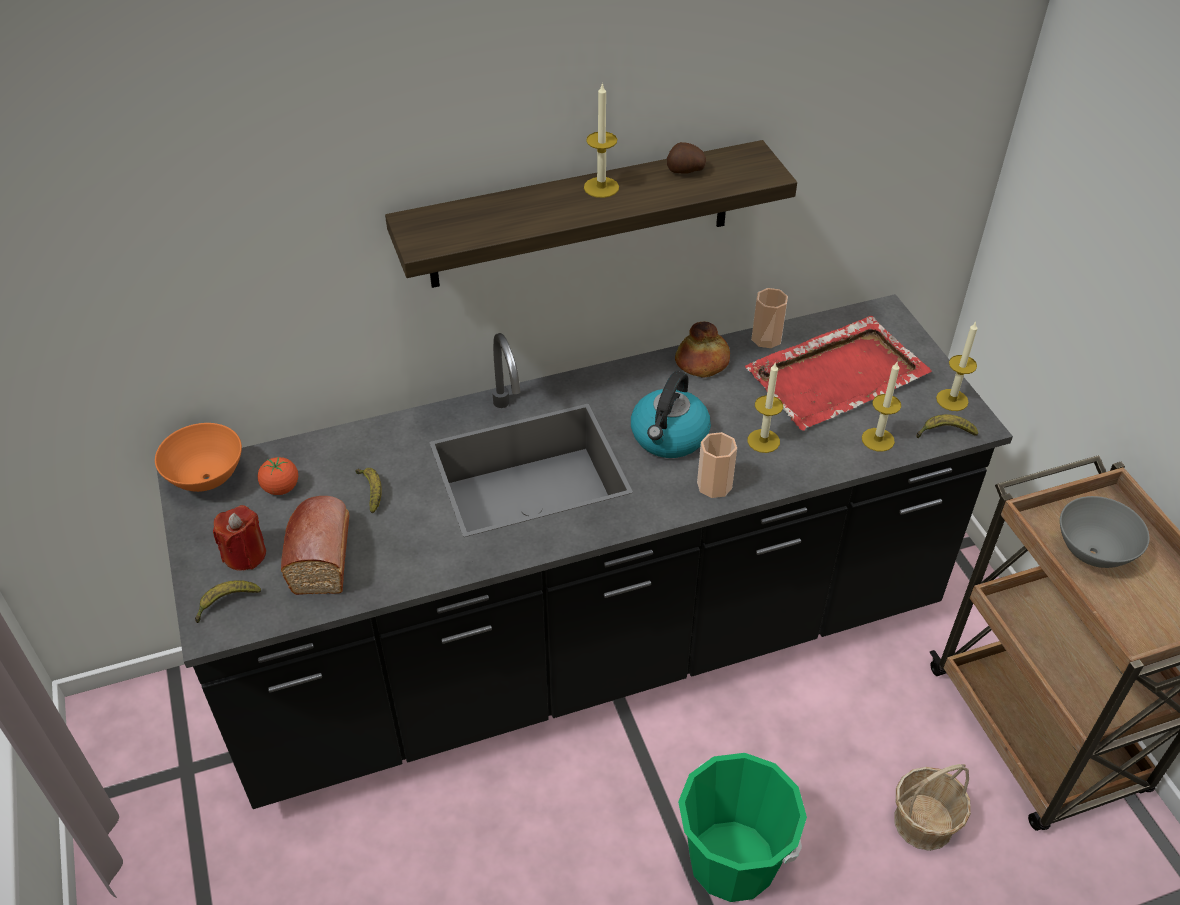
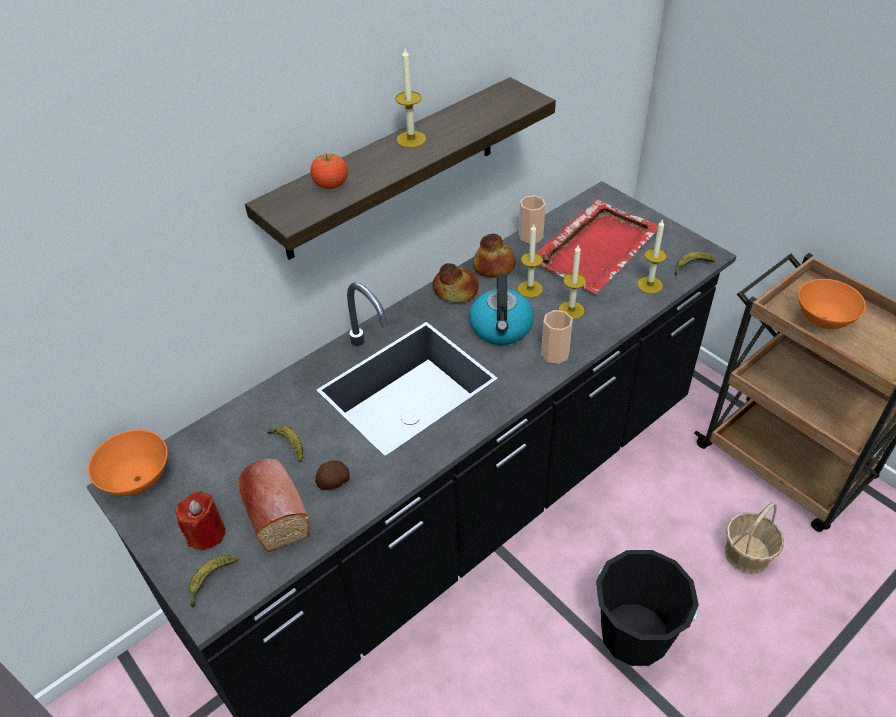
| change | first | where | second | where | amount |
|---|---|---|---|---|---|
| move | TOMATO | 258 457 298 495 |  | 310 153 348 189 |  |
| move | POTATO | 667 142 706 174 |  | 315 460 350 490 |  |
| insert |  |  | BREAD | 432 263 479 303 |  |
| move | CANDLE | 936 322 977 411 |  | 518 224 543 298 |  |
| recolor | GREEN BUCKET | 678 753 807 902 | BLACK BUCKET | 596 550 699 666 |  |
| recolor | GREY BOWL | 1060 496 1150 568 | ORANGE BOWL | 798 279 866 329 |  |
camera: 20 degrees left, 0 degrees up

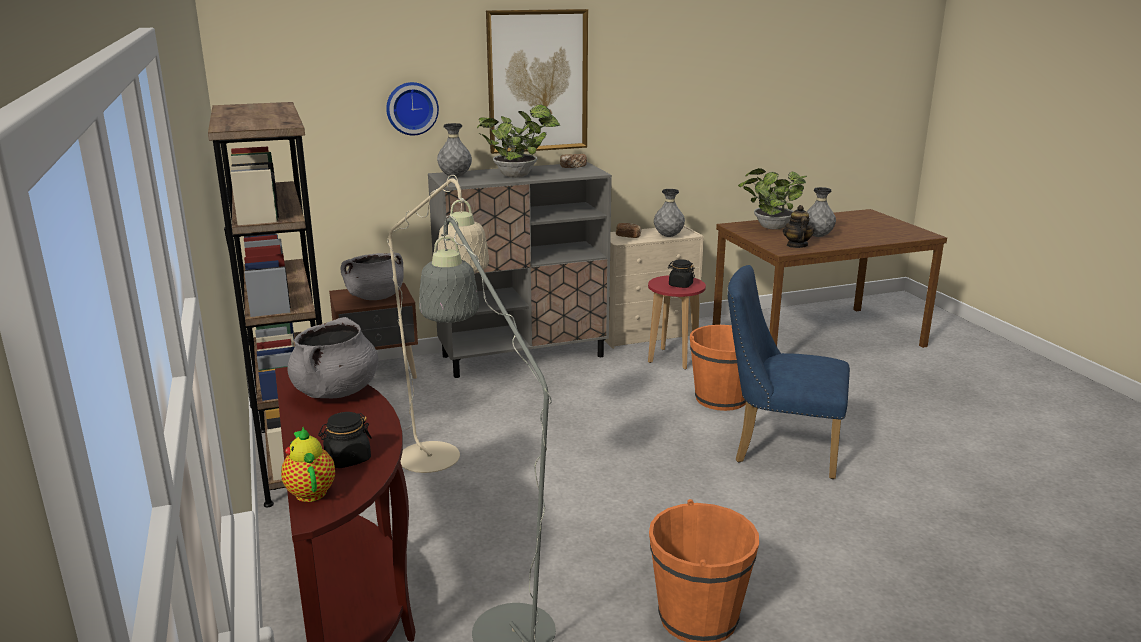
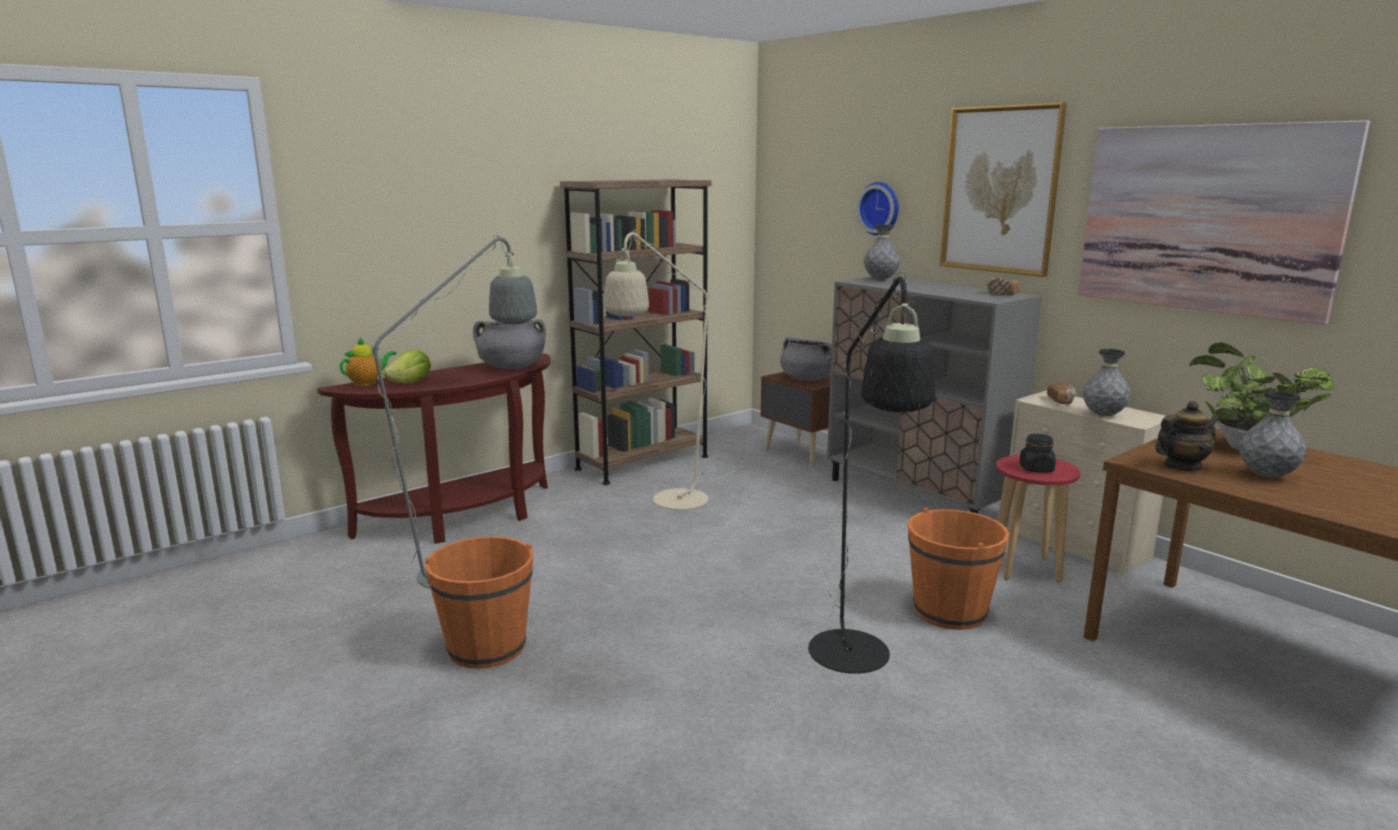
| change | first | where | second | where | amount |
|---|---|---|---|---|---|
| replace | BLACK JAR | 318 412 372 468 | LETTUCE | 383 350 431 383 |  |
| replace | BLUE CHAIR | 727 265 850 479 | BLACK FLOOR LAMP | 808 272 935 674 |  |
| insert |  |  | PICTURE | 1078 120 1370 325 |  |
| delete | POTTED PLANT | 477 105 560 177 |  |  |  |
camera: 70 degrees right, 5 degrees down

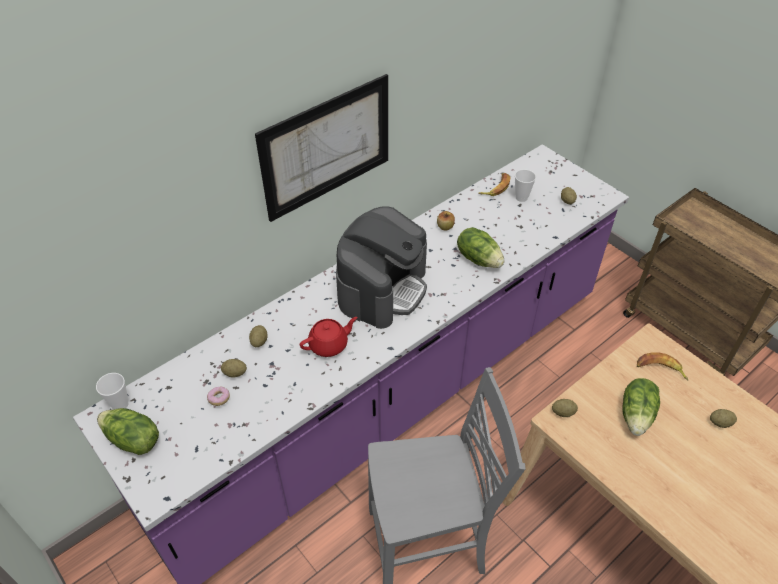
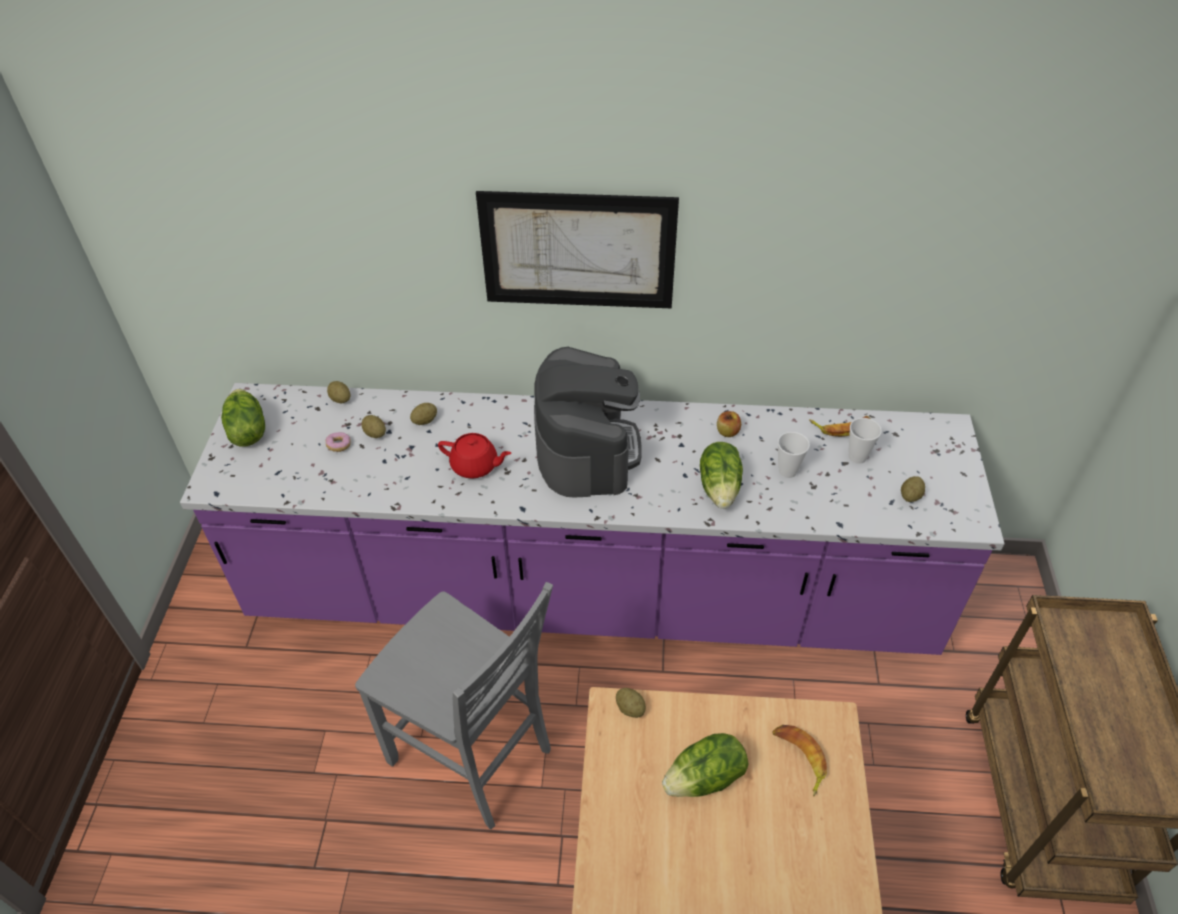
| change | first | where | second | where | amount |
|---|---|---|---|---|---|
| move | POTATO | 710 409 737 428 |  | 327 381 350 404 |  |
| rotate | COFFEE MACHINE | 336 206 427 329 |  | 534 347 642 498 | 75 degrees counterclockwise |
| move | CUP | 96 373 128 409 |  | 778 432 810 478 |  |
camera: 45 degrees right, 0 degrees up

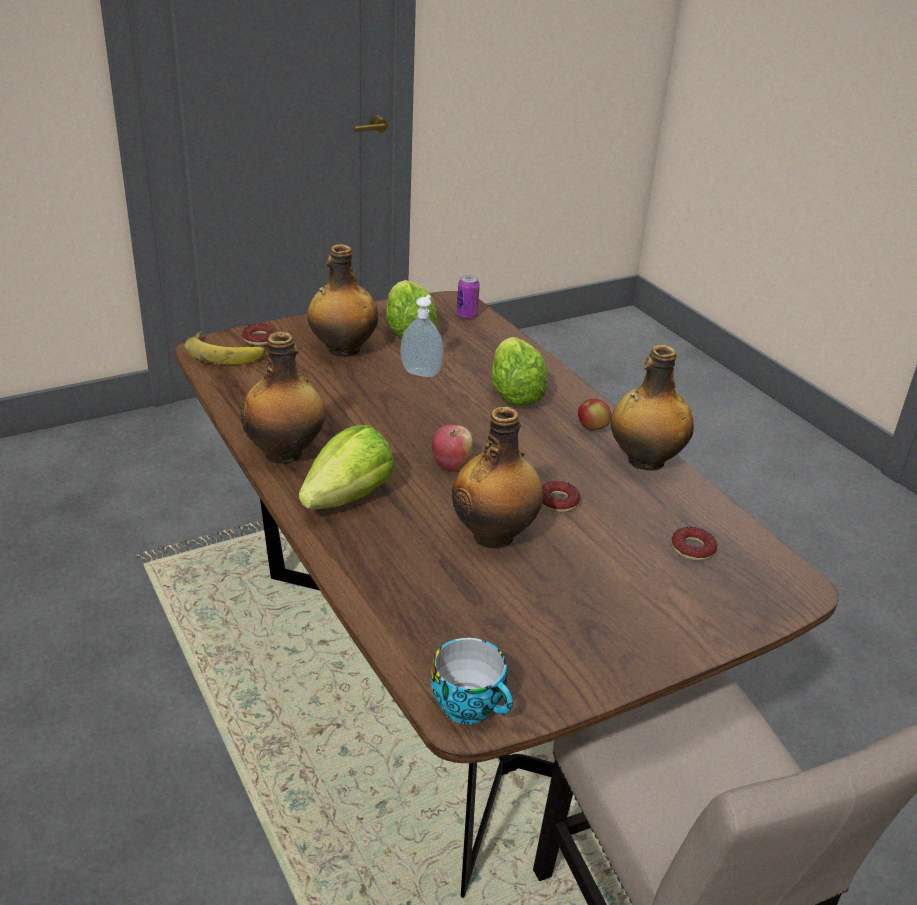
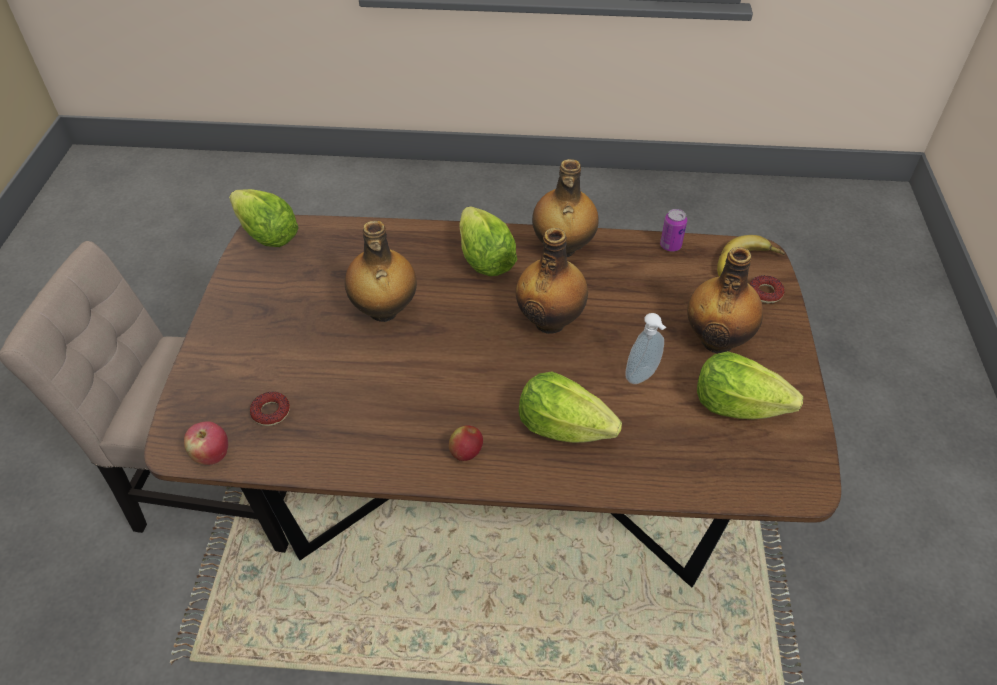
| change | first | where | second | where | amount |
|---|---|---|---|---|---|
| move | APPLE | 432 425 473 472 |  | 184 421 228 465 |  |
| replace | CUP | 431 638 513 724 | LETTUCE | 229 189 299 247 |  |
| move | BOTTLE | 611 345 694 471 |  | 516 228 588 334 |  |
| move | CAN | 457 275 480 319 |  | 660 209 687 252 |  |
| delete | DONUT | 542 481 581 512 |  |  |  |
camera: 125 degrees right, 15 degrees up

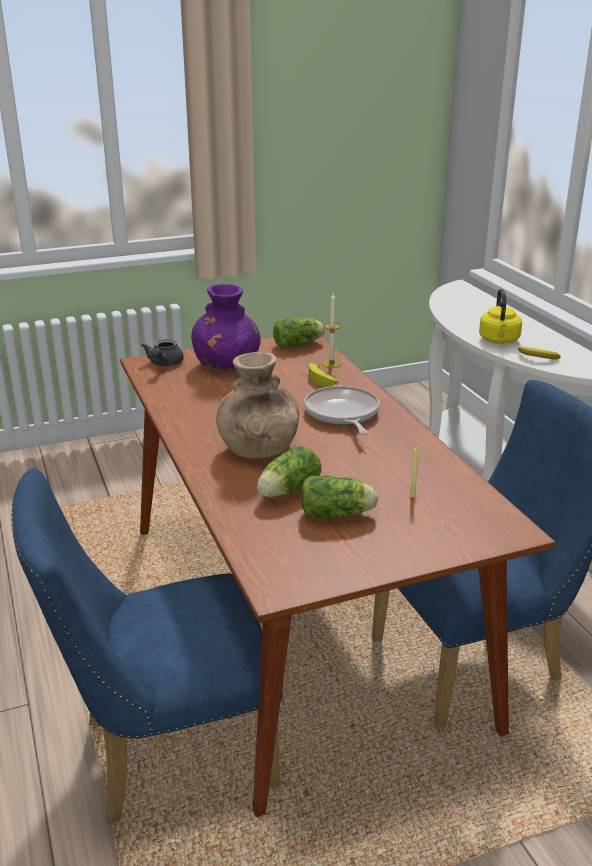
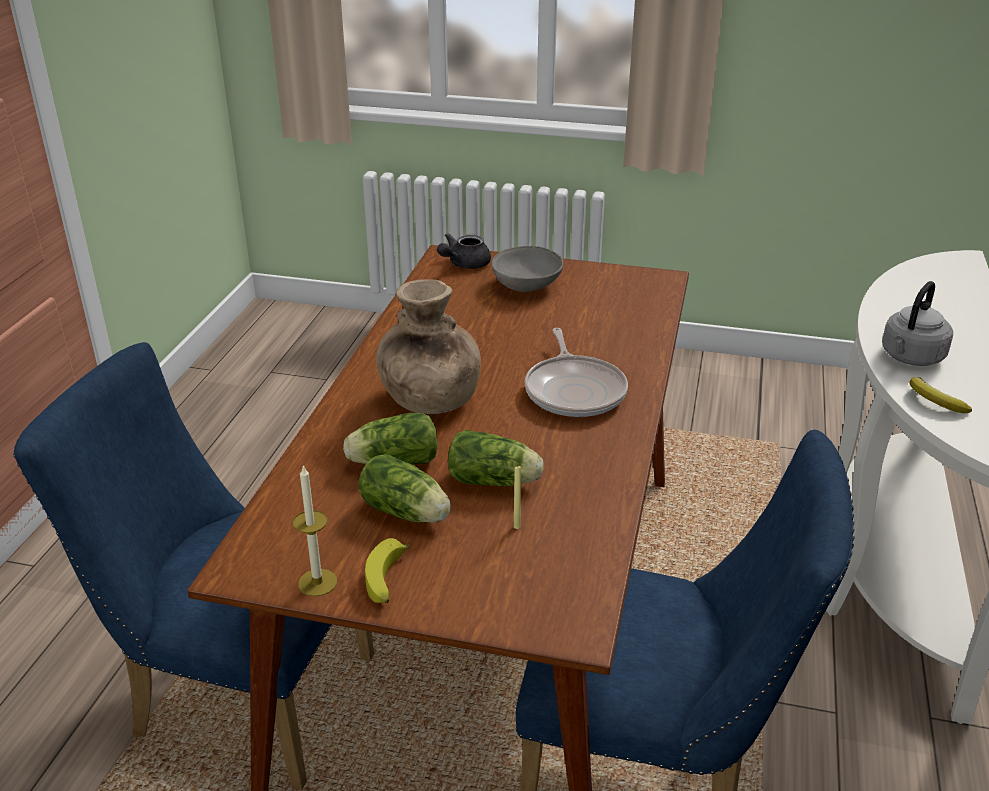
| change | first | where | second | where | amount |
|---|---|---|---|---|---|
| move | CANDLE | 322 293 342 368 |  | 293 465 337 597 |  |
| move | BANANA | 309 363 338 386 |  | 365 538 410 603 |  |
| move | LETTUCE | 273 317 325 348 |  | 448 430 544 486 |  |
| replace | PURPLE VASE | 191 284 260 371 | GREY BOWL | 491 246 564 292 |  |
| rotate | FRYING PAN | 304 386 380 435 |  | 525 328 628 417 | 150 degrees clockwise |
| recolor | YELLOW KETTLE | 479 289 522 344 | GREY KETTLE | 882 281 953 366 |  |
camera: 35 degrees right, 5 degrees up

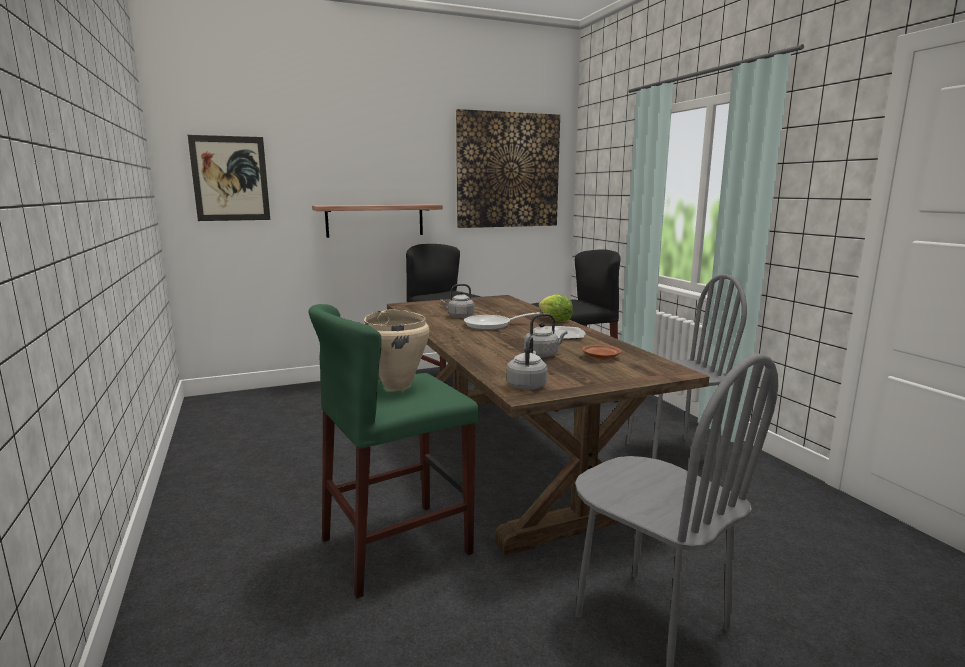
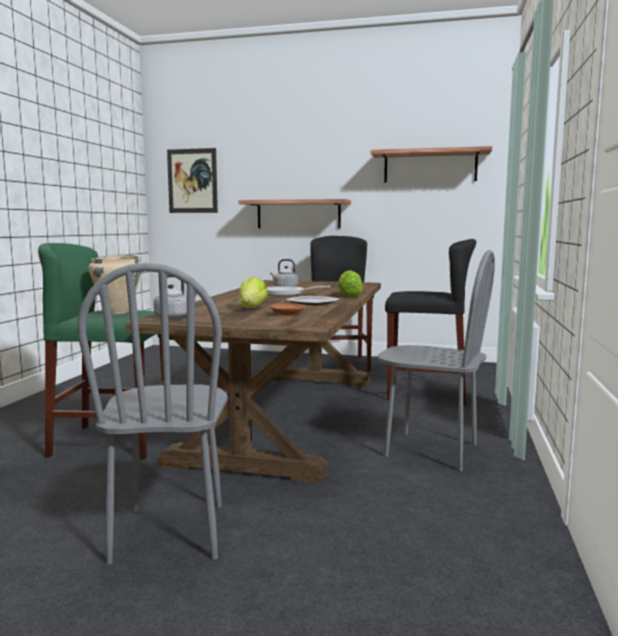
| change | first | where | second | where | amount |
|---|---|---|---|---|---|
| replace | GREY KETTLE | 524 314 568 357 | LETTUCE | 239 277 268 308 |  |
| replace | PICTURE | 456 109 560 228 | SHELF | 371 146 492 182 |  |
camera: 35 degrees right, 5 degrees down

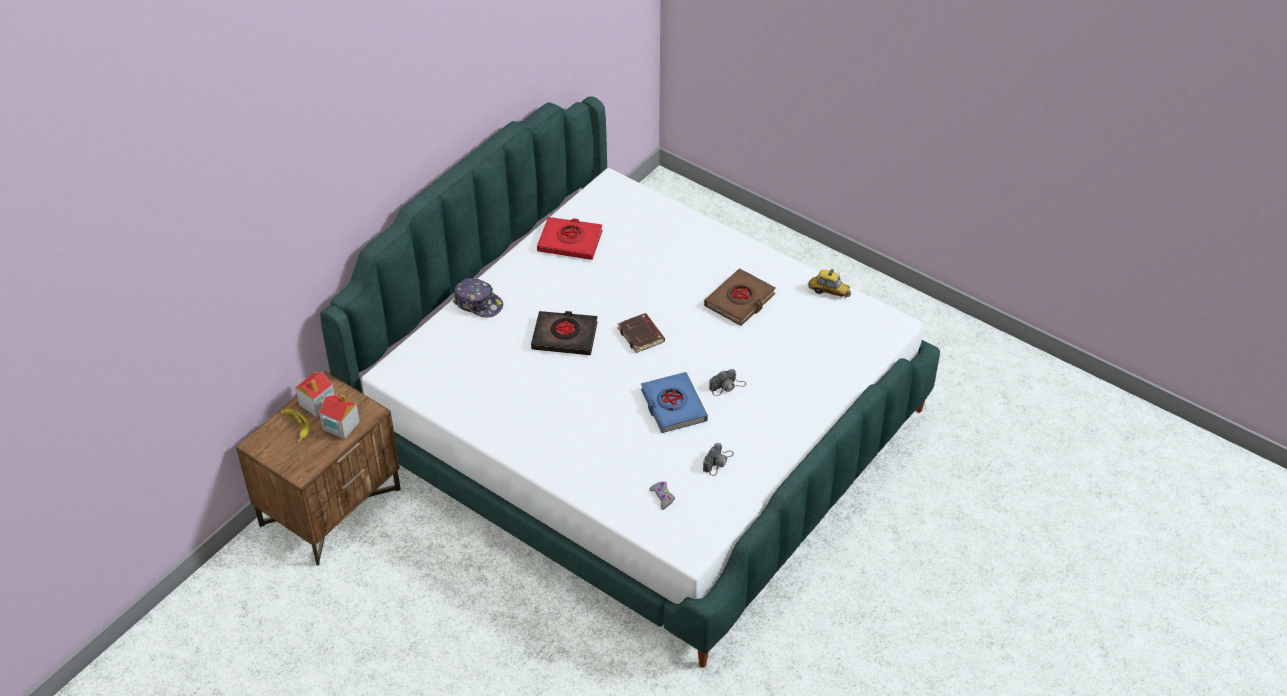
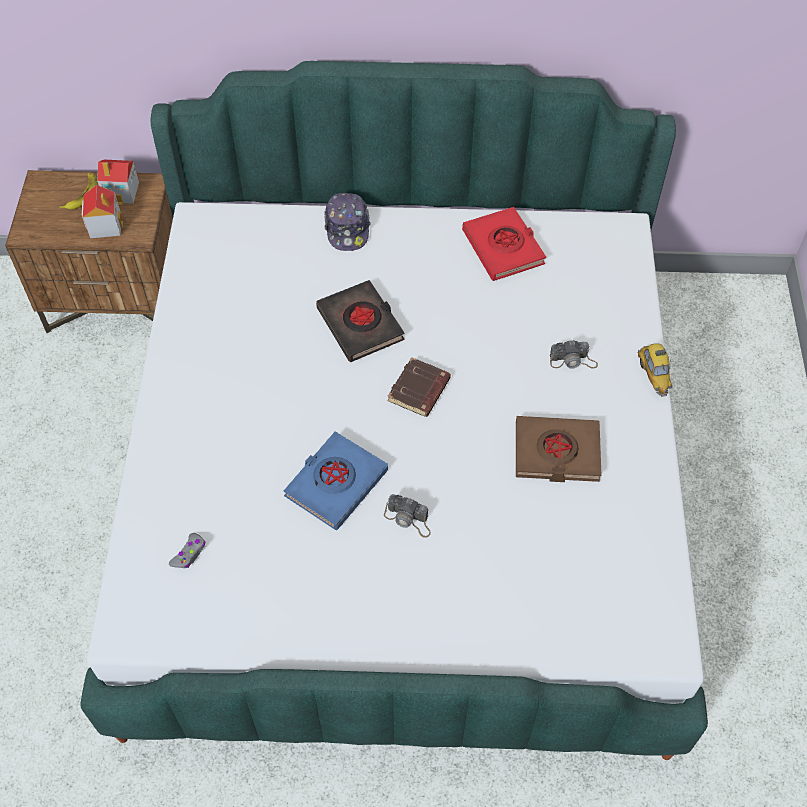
| change | first | where | second | where | amount |
|---|---|---|---|---|---|
| move | PHOTO CAMERA | 703 443 734 476 |  | 550 340 598 369 |  |
| move | TOY CAR | 808 269 851 297 |  | 638 343 672 397 |  |
camera: 55 degrees right, 10 degrees up

